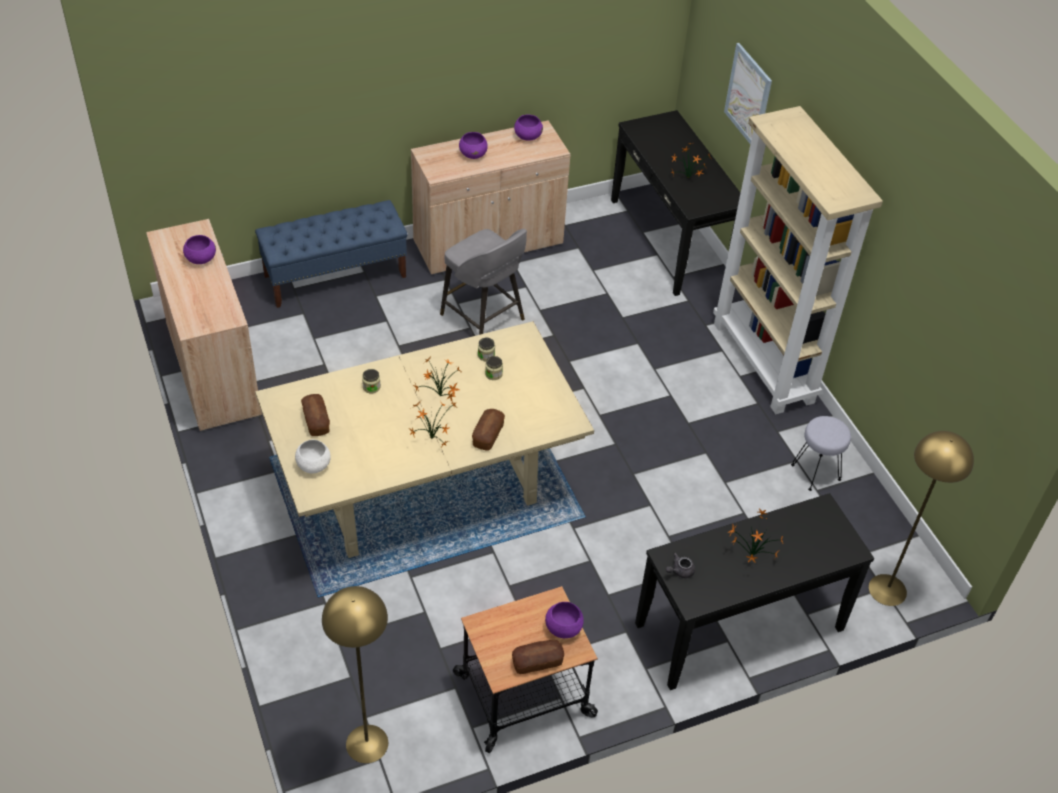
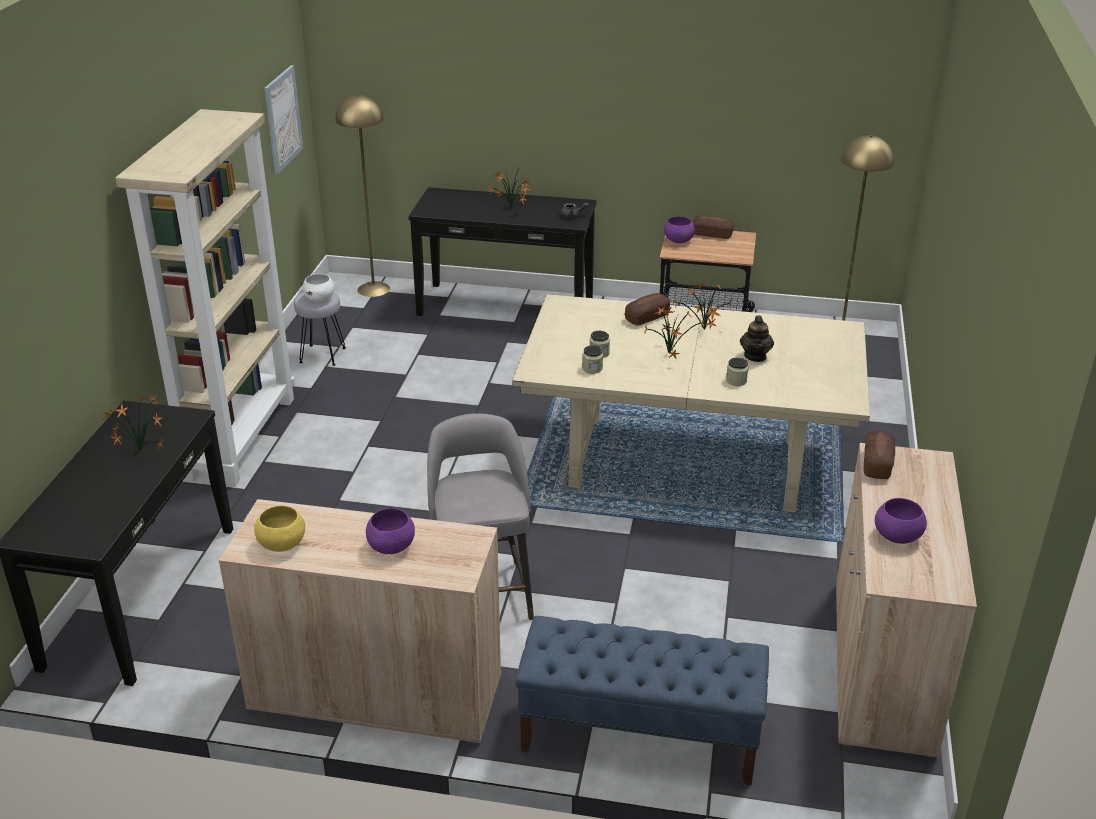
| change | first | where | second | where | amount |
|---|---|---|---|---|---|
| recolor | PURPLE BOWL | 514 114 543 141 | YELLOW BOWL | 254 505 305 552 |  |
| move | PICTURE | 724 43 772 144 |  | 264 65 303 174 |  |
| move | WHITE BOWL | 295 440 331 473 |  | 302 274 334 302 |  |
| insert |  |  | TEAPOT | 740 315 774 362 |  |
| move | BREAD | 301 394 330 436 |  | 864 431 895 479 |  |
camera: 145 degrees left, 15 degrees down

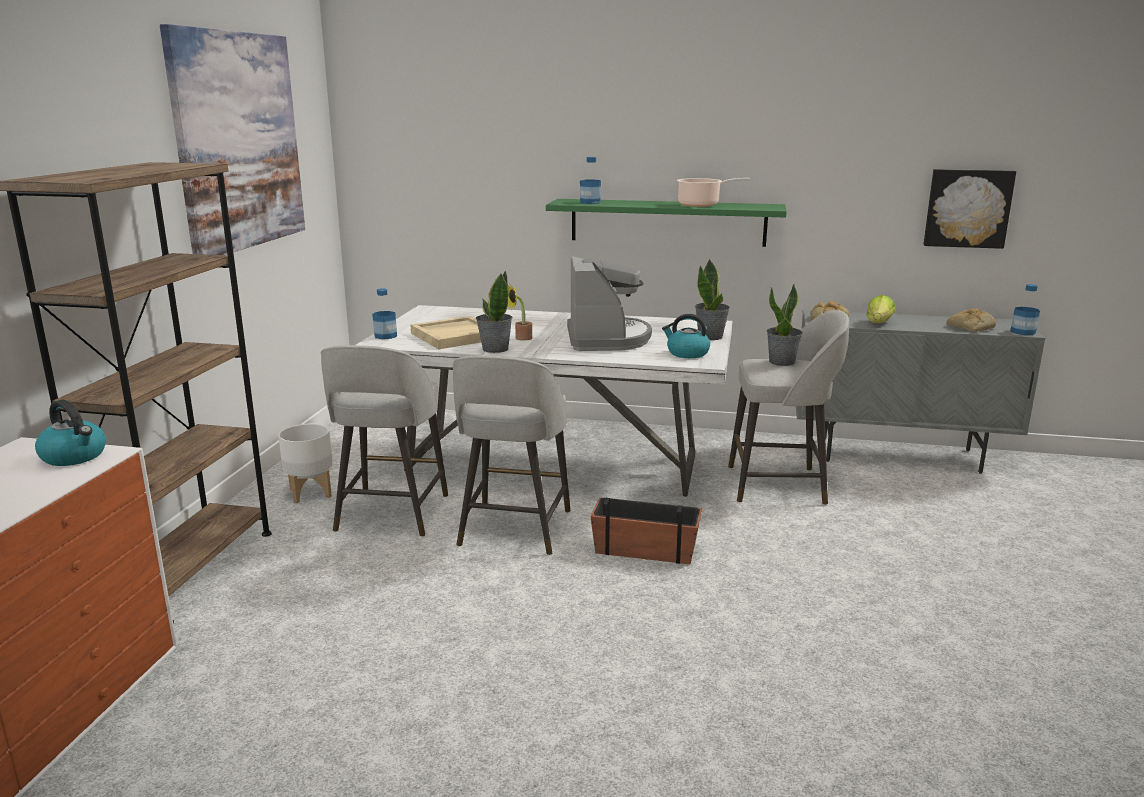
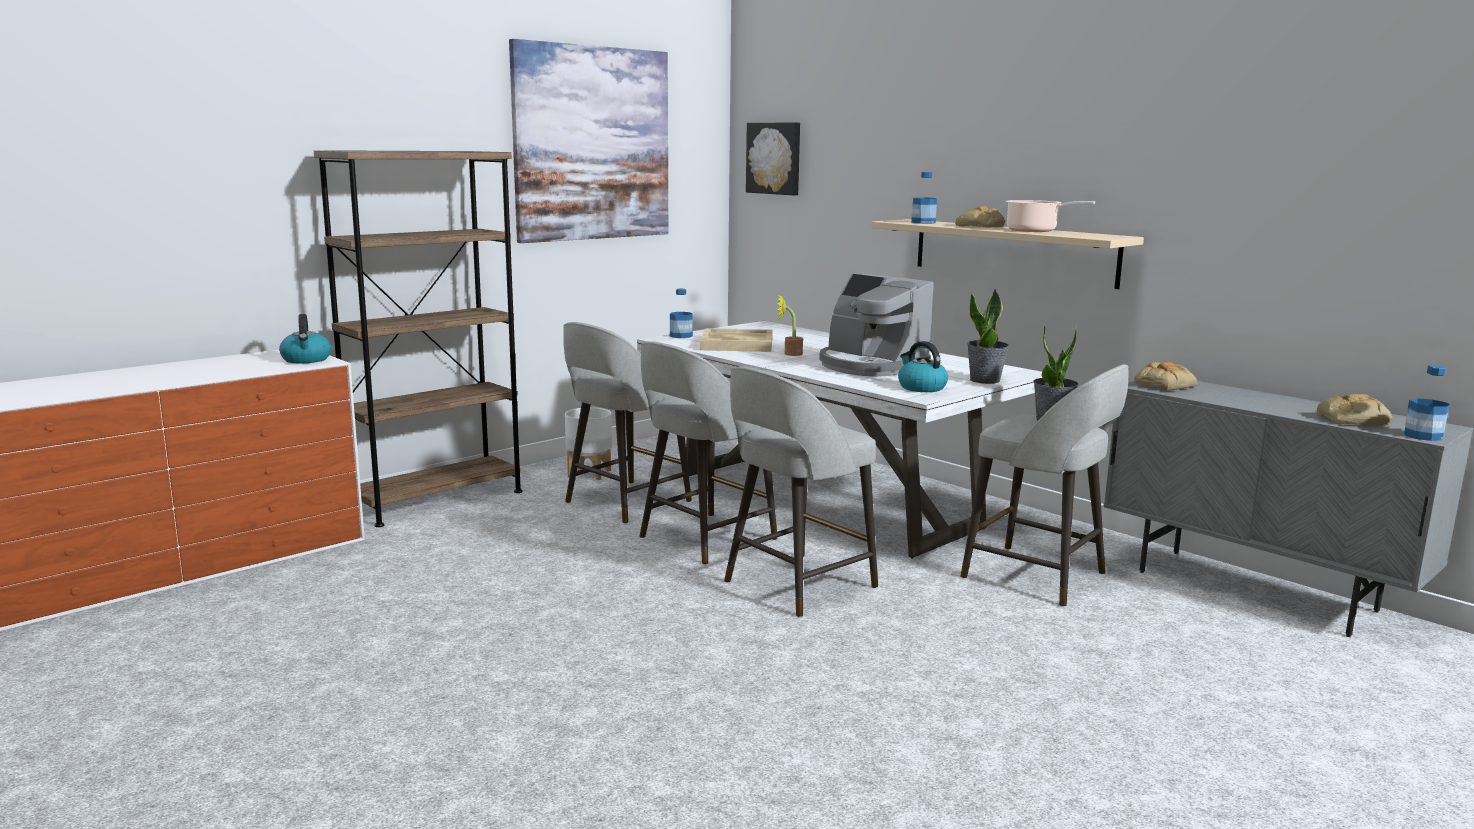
| change | first | where | second | where | amount |
|---|---|---|---|---|---|
| replace | PLANTER | 590 497 702 564 | GREY STOOL | 724 367 878 617 |  |
| move | PICTURE | 924 169 1016 249 |  | 746 123 800 195 |  |
| rotate | COFFEE MACHINE | 567 256 652 351 |  | 819 274 933 377 | 105 degrees clockwise |
| recolor | GREEN SHELF | 546 199 787 247 | BEIGE SHELF | 871 219 1144 289 |  |
| insert |  |  | BREAD | 955 206 1005 228 |  |
| delete | POTTED PLANT | 476 270 513 353 |  |  |  |
| delete | LETTUCE | 867 295 895 323 |  |  |  |
camera: 35 degrees right, 5 degrees down

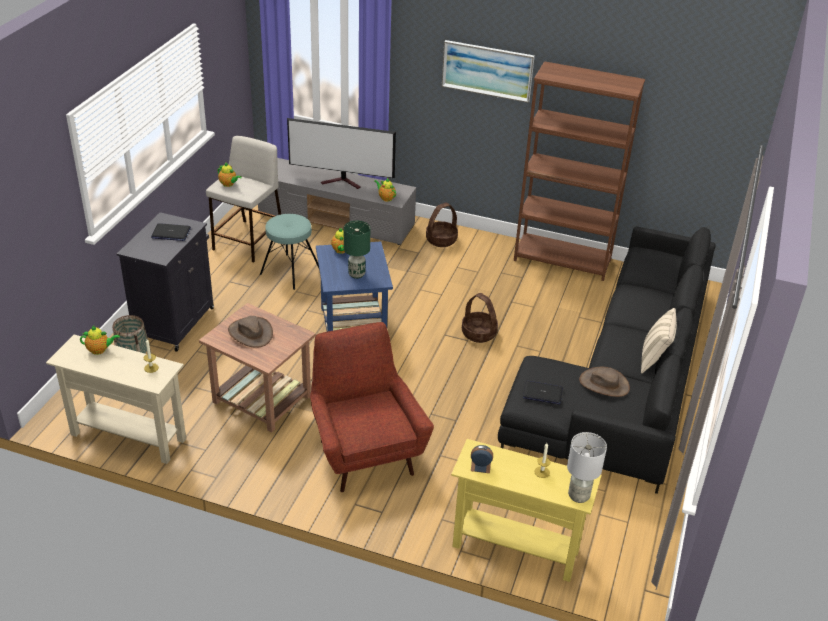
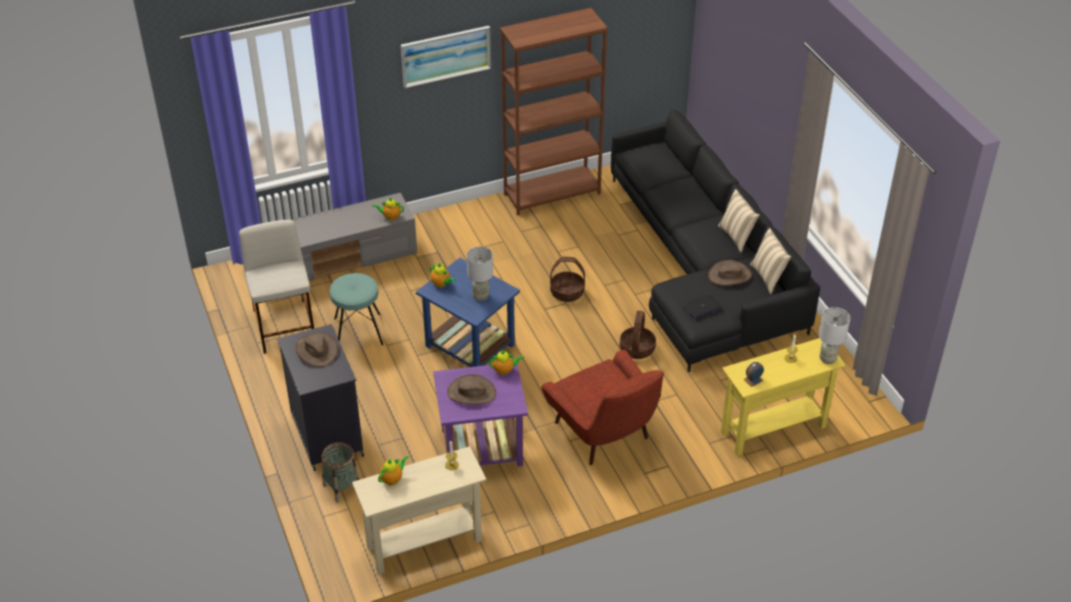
| change | first | where | second | where | amount |
|---|---|---|---|---|---|
| replace | LAPTOP | 151 223 191 241 | BROWN HAT | 295 333 338 367 |  |
| recolor | BROWN SIDE TABLE | 199 303 316 432 | PURPLE SIDE TABLE | 433 364 528 466 |  |
| recolor | GREEN TABLE LAMP | 344 221 370 279 | GREY TABLE LAMP | 466 246 493 301 |  |
| move | TEAPOT | 218 162 242 187 |  | 489 350 524 375 |  |
| rotate | RED ARMCHAIR | 310 322 434 492 |  | 541 350 664 465 | 150 degrees counterclockwise |
| move | BASKET | 426 203 458 247 |  | 620 311 656 359 |  |
| insert |  |  | BEIGE PILLOW | 750 228 791 294 |  |
| delete | TELEVISION | 287 118 396 189 |  |  |  |
camera: 40 degrees left, 5 degrees up

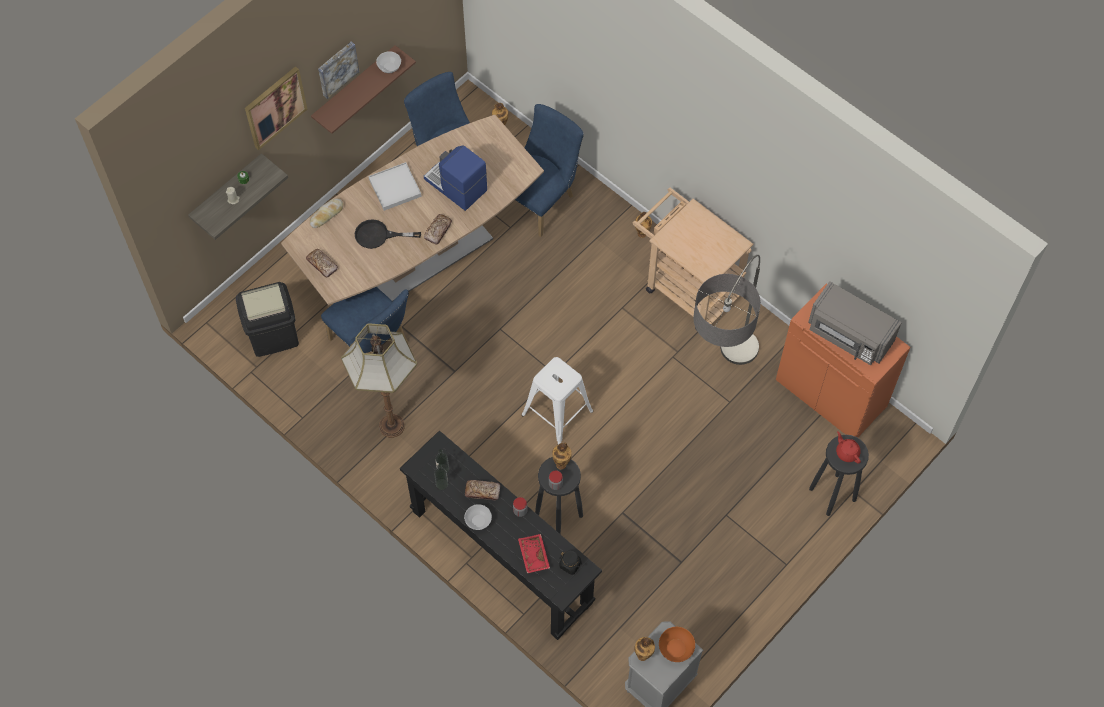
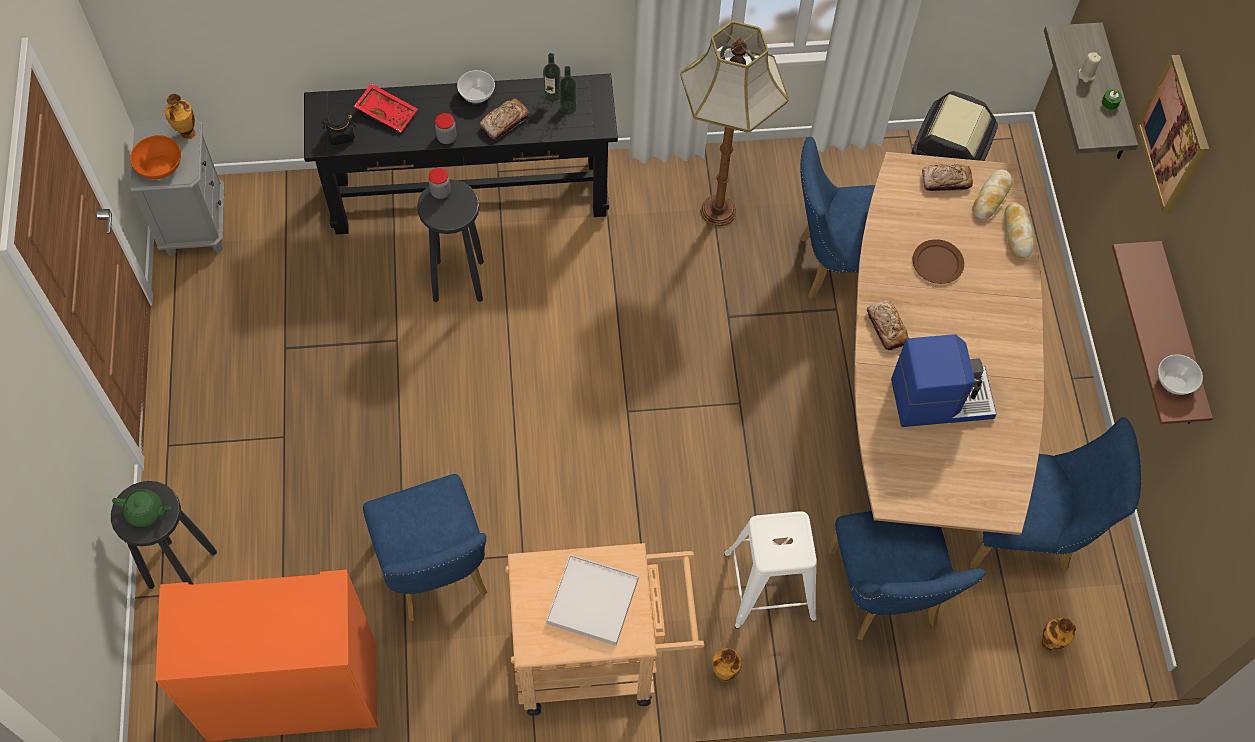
| change | first | where | second | where | amount |
|---|---|---|---|---|---|
| recolor | RED TEAPOT | 836 431 861 464 | GREEN TEAPOT | 112 489 171 527 |  |
| replace | FLOOR LAMP | 693 255 761 365 | BLUE CHAIR | 363 474 487 621 |  |
| move | WHITE TRAY | 369 162 422 211 |  | 546 555 639 646 |  |
| move | WHITE STOOL | 522 357 593 444 |  | 724 511 817 629 |  |
| replace | BLACK FRYING PAN | 355 219 421 249 | BROWN PLATE | 913 239 964 284 |  |
| insert |  |  | BREAD | 972 169 1013 220 |  |
| delete | PICTURE | 318 42 359 99 |  |  |  |
| delete | VASE | 552 443 572 470 |  |  |  |
| delete | GREY MICROWAVE | 808 281 902 365 |  |  |  |
camera: 130 degrees right, 0 degrees up

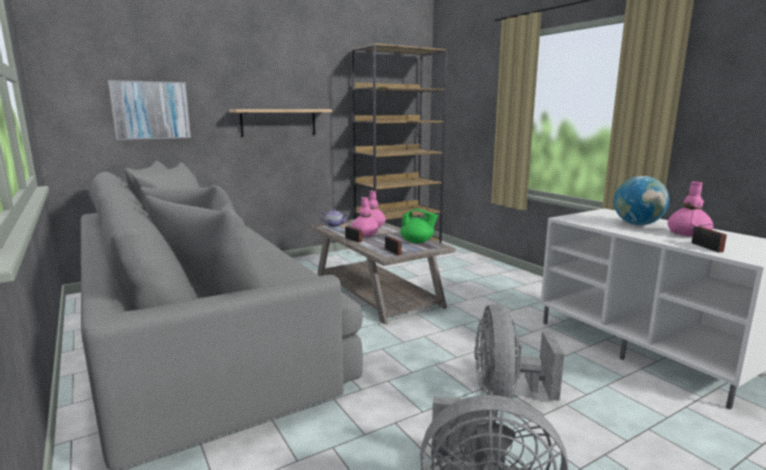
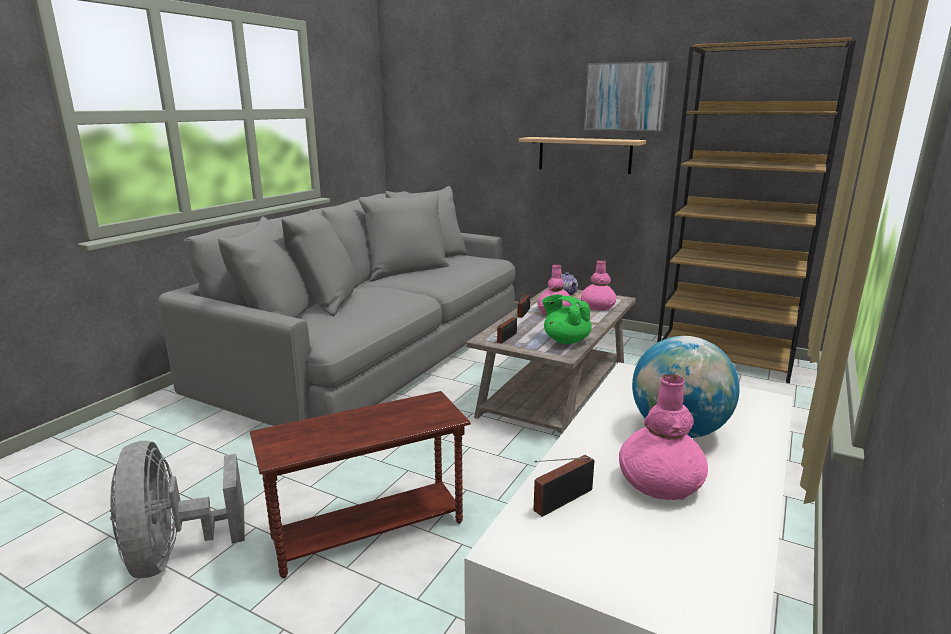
| change | first | where | second | where | amount |
|---|---|---|---|---|---|
| replace | GREY FAN | 474 304 564 401 | BROWN SIDE TABLE | 250 391 471 578 |  |
| rotate | GREEN TEAPOT | 400 209 438 243 |  | 542 294 592 344 | 150 degrees clockwise |
| move | PICTURE | 108 80 191 140 |  | 584 61 669 131 |  |
camera: 60 degrees right, 5 degrees up

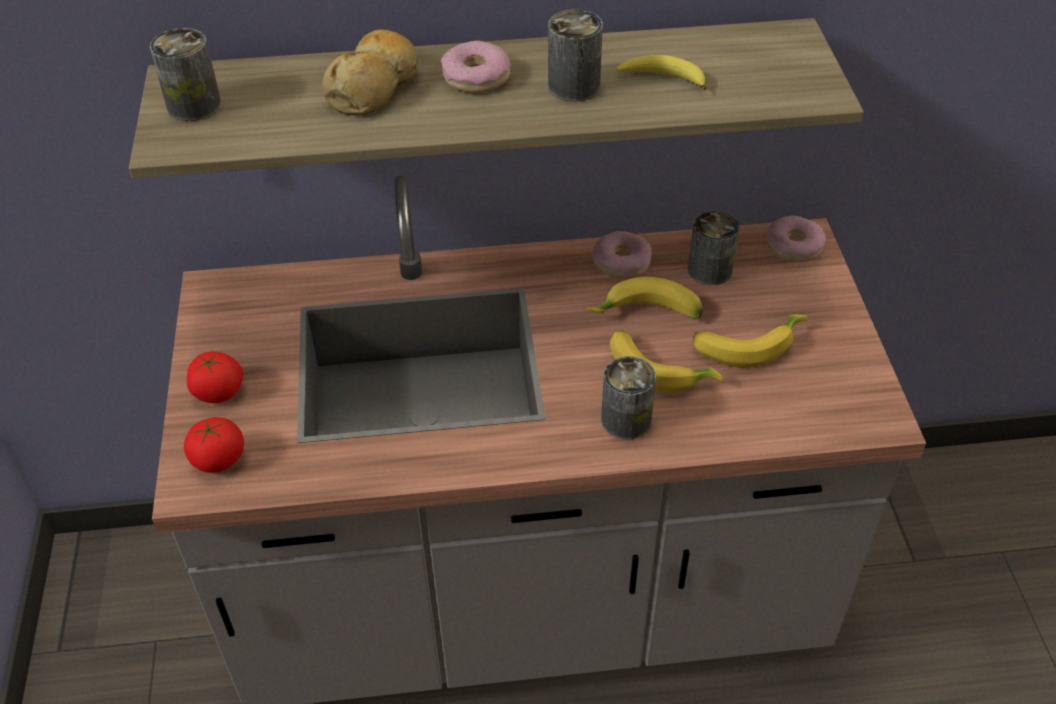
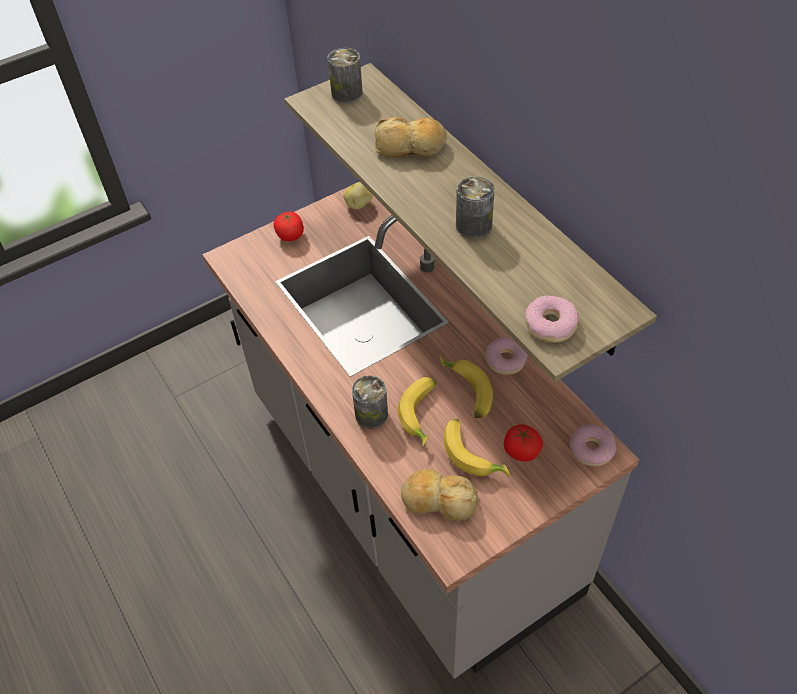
| change | first | where | second | where | amount |
|---|---|---|---|---|---|
| insert |  |  | POTATO | 343 182 373 210 |  |
| insert |  |  | BREAD | 401 469 478 521 |  |
| move | TOMATO | 184 417 244 473 |  | 504 424 543 462 |  |
| move | DONUT | 441 41 511 93 |  | 525 295 578 343 |  |
| delete | BANANA | 616 55 706 90 |  |  |  |
| delete | CAN | 688 210 740 285 |  |  |  |
camera: 65 degrees right, 5 degrees up

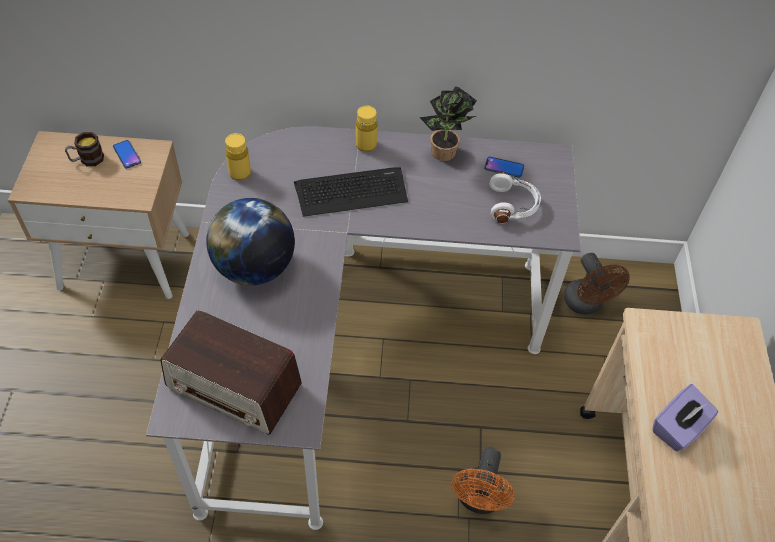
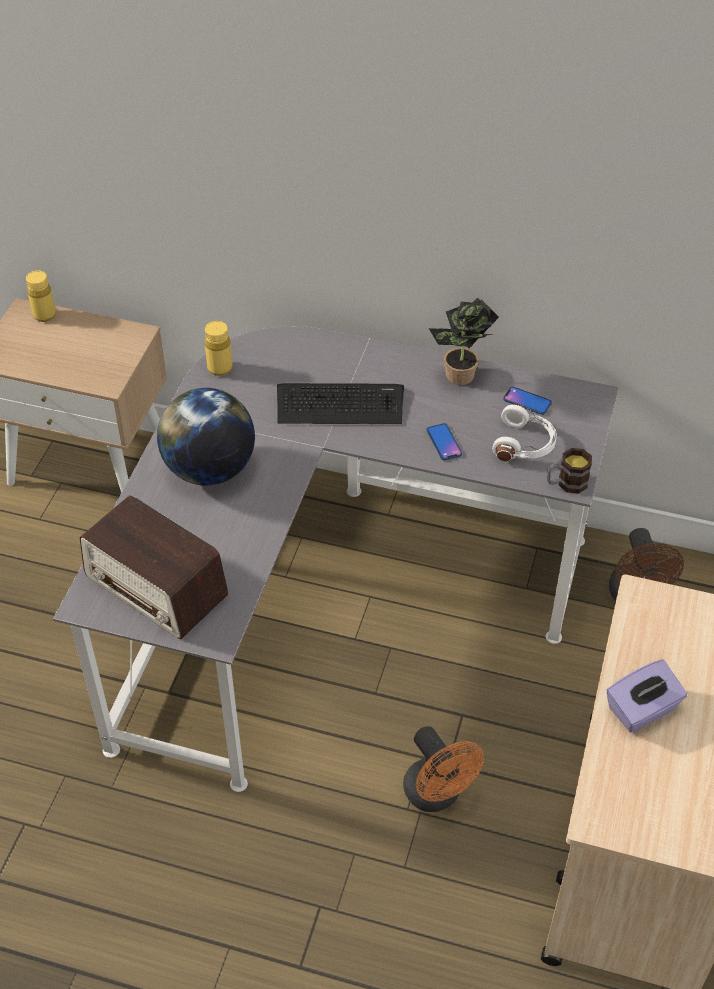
| change | first | where | second | where | amount |
|---|---|---|---|---|---|
| move | YELLOW BOTTLE | 356 106 378 152 |  | 26 270 56 322 |  |
| rotate | ORANGE FAN | 451 447 515 514 |  | 403 726 484 812 | 60 degrees counterclockwise |
| move | PHONE | 113 140 141 168 |  | 426 423 462 460 |  |
| move | MUG | 65 132 104 166 |  | 547 448 592 494 |  |
camera: 15 degrees right, 5 degrees down

